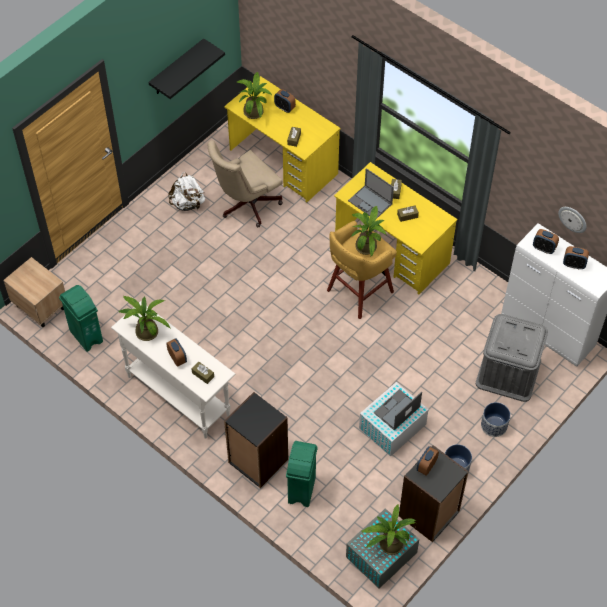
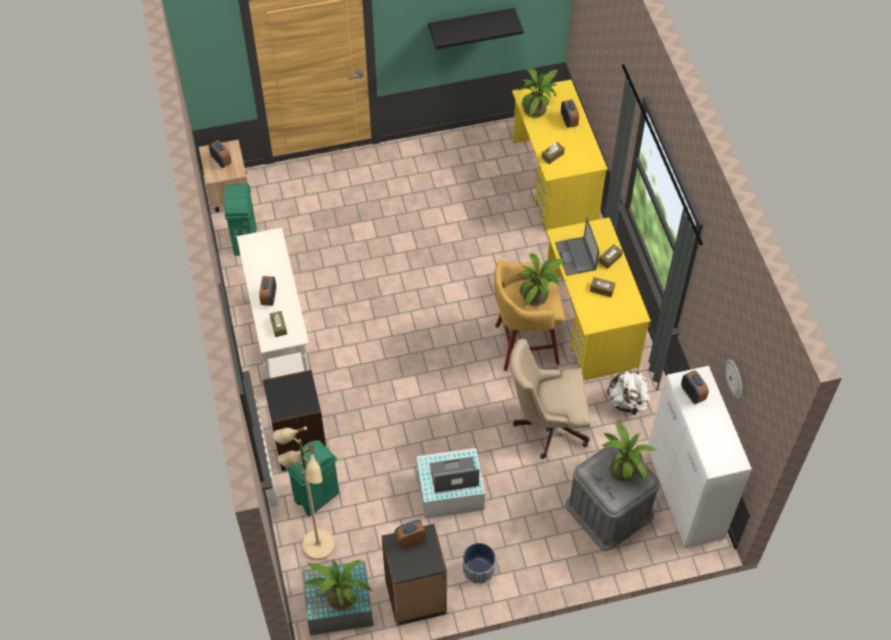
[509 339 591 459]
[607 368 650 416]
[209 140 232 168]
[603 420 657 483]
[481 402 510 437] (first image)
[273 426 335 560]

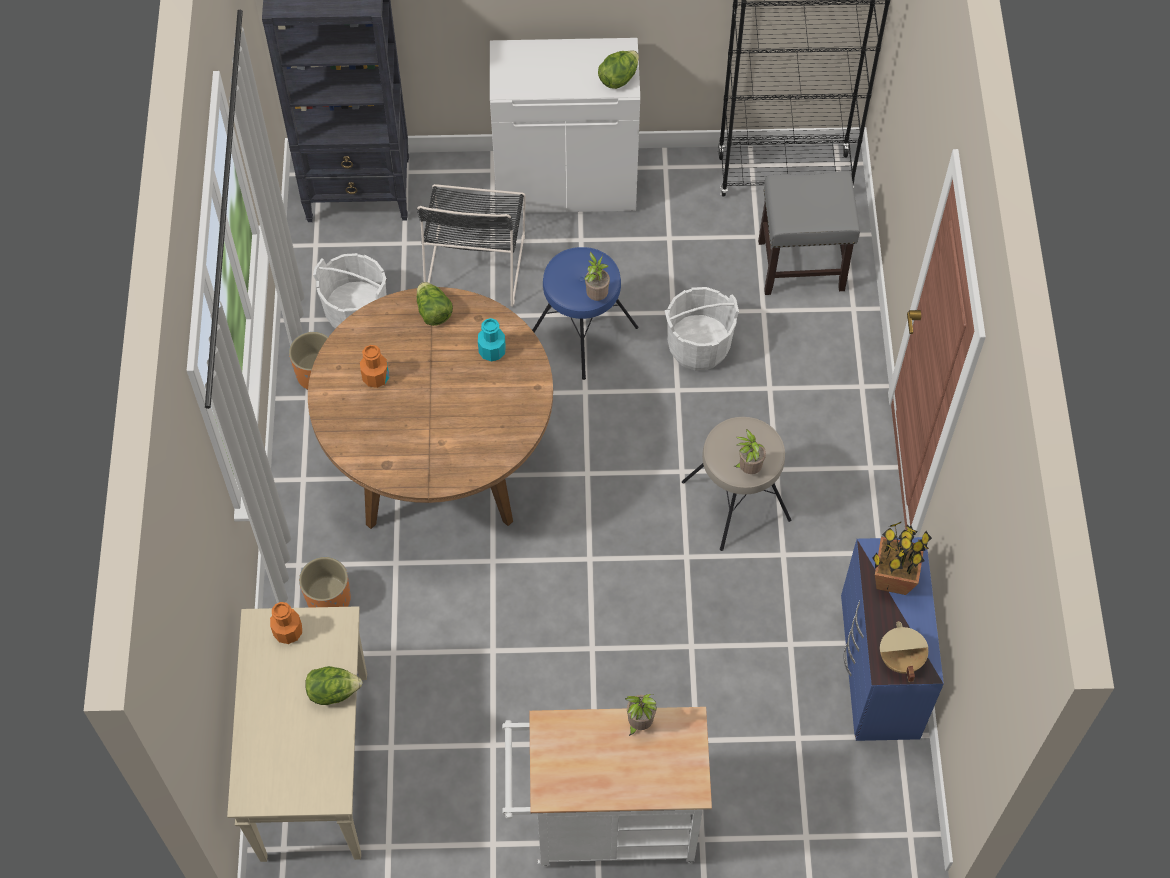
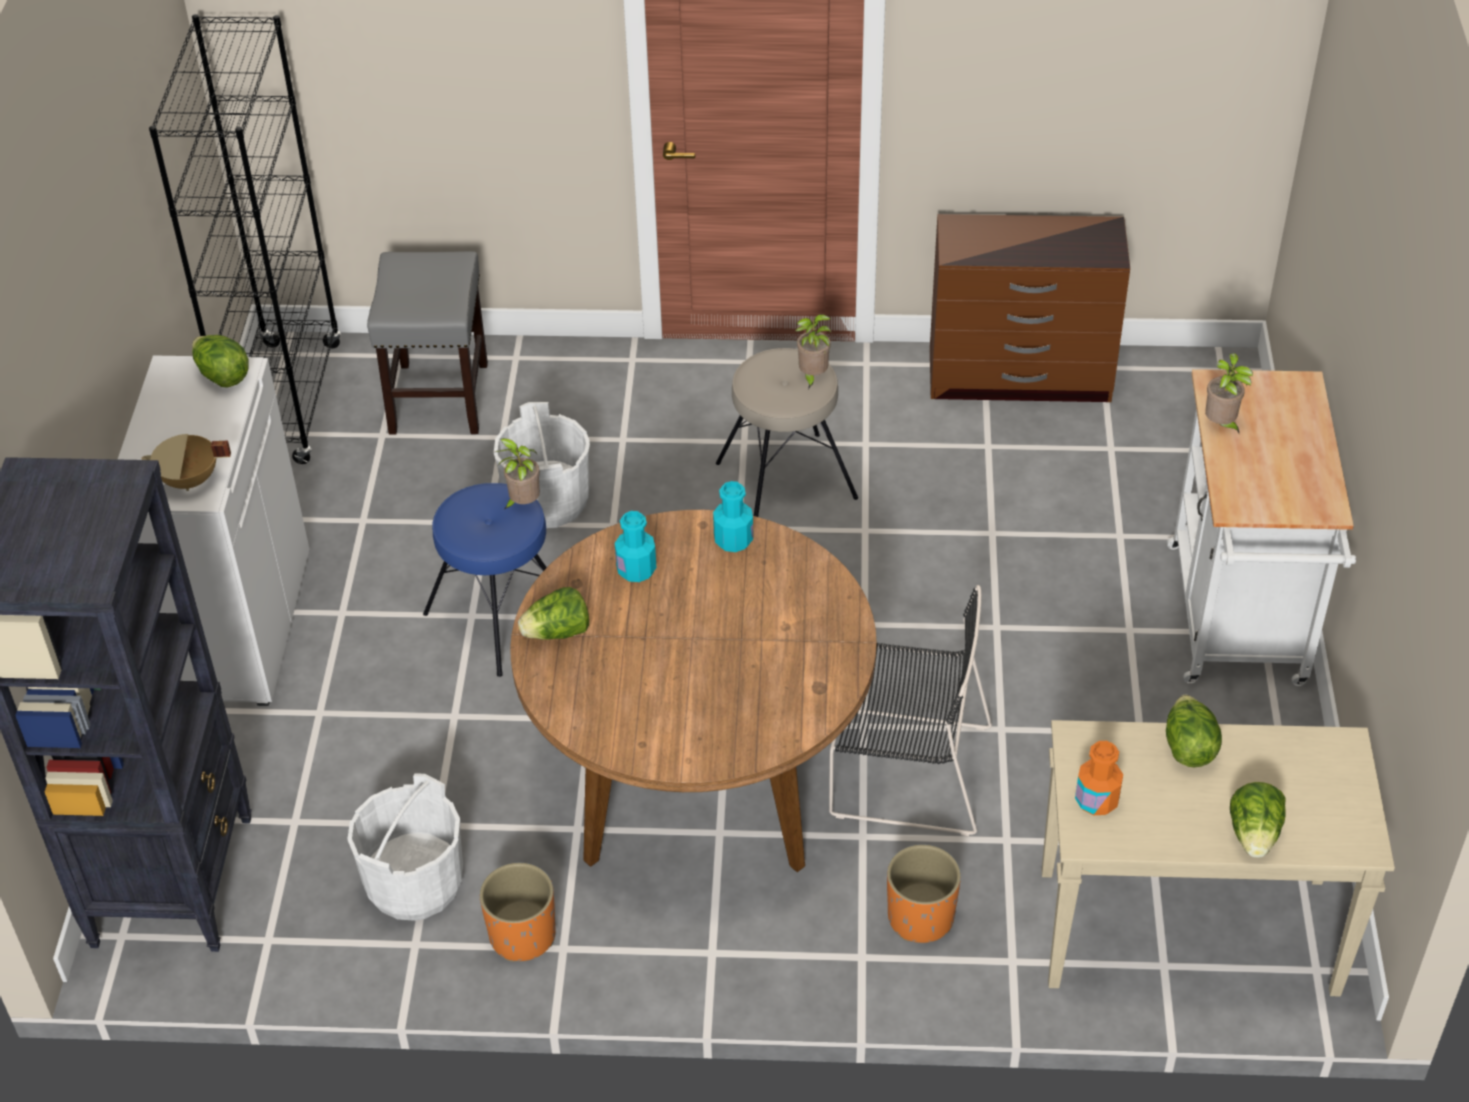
[829 585 992 836]
[360 345 389 388] (first image)
[872 522 932 595] (first image)
[930 214 1130 402]
[141 434 231 491]
[713 481 753 552]
[1230 782 1286 858]

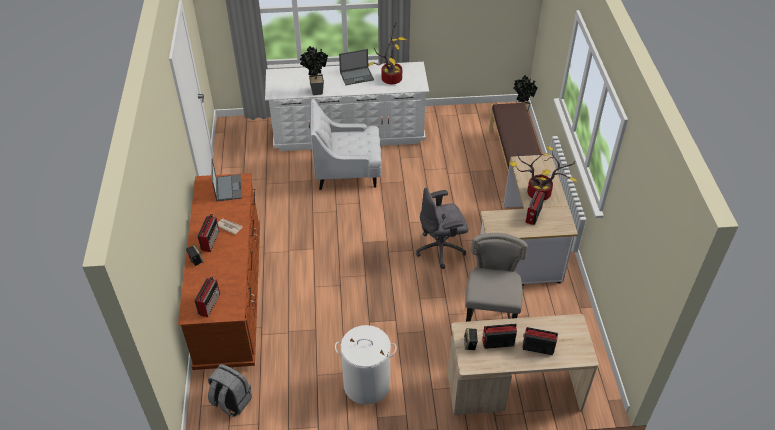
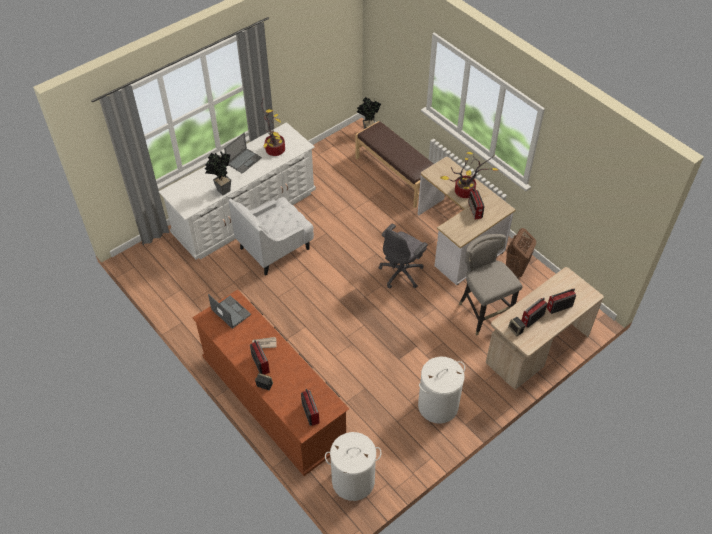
[325 432 382 501]
[506 228 536 278]

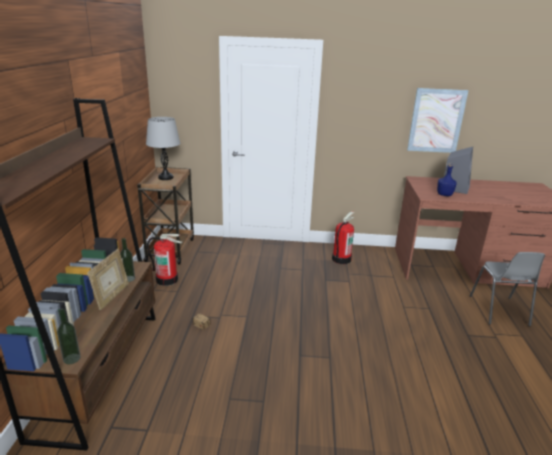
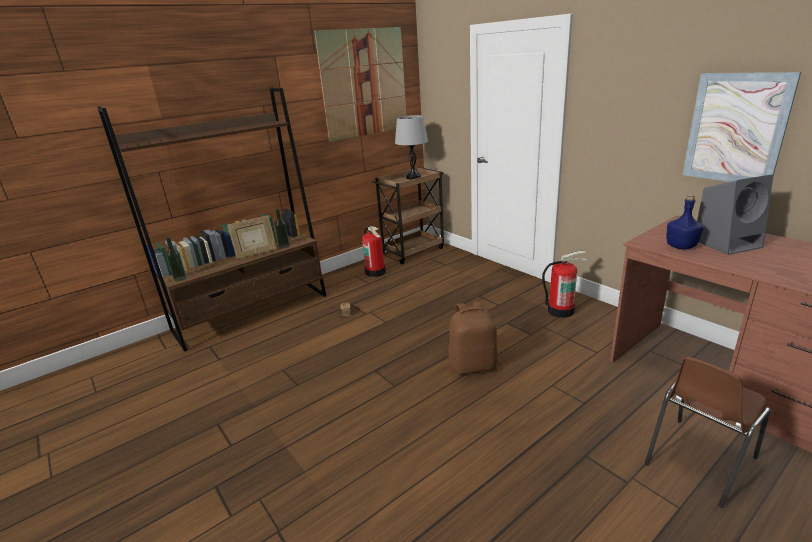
[645 357 771 508]
[314 27 406 142]
[448 301 498 375]

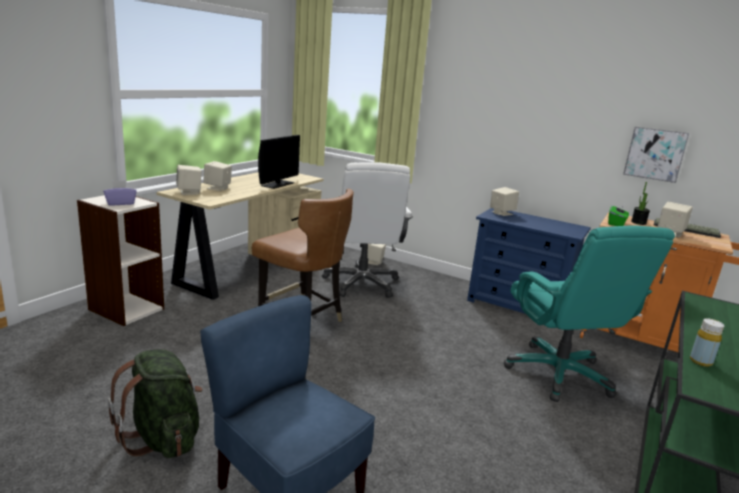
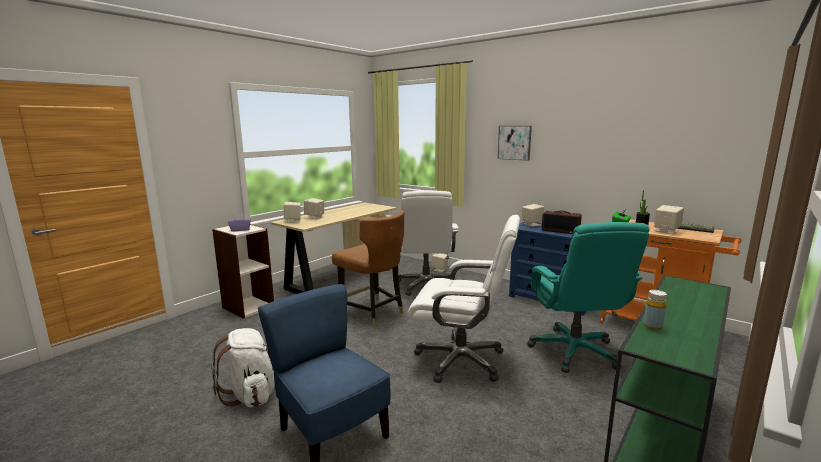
[498 126 532 161]
[258 135 300 189] (first image)
[211 328 275 407]
[542 211 582 234]
[407 215 520 383]

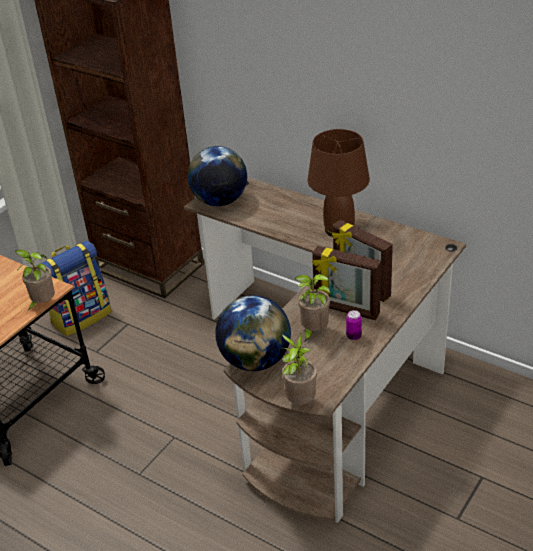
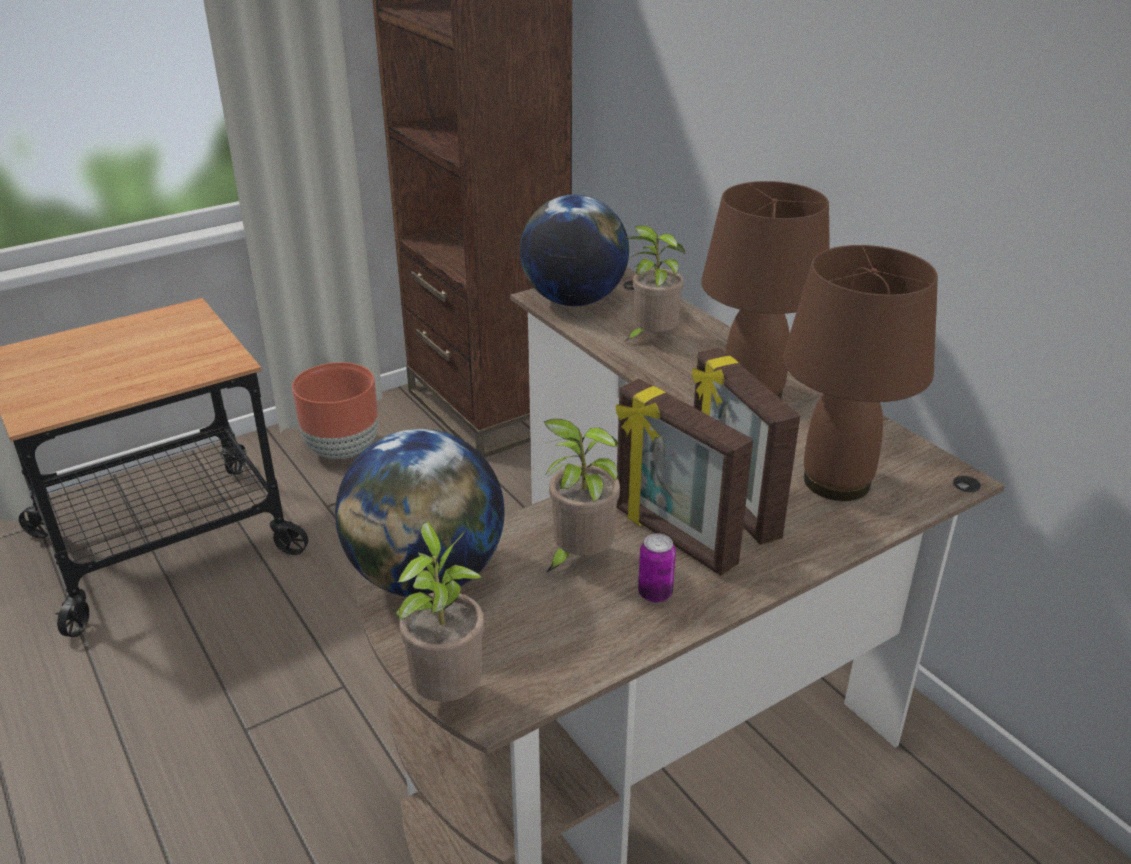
[292 362 378 459]
[625 225 685 341]
[783 245 938 501]

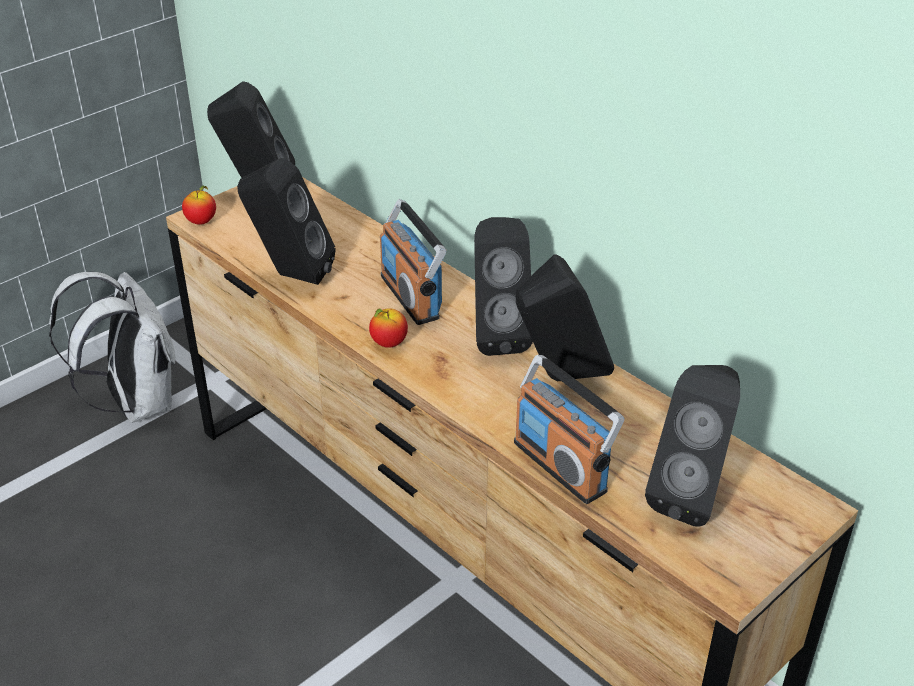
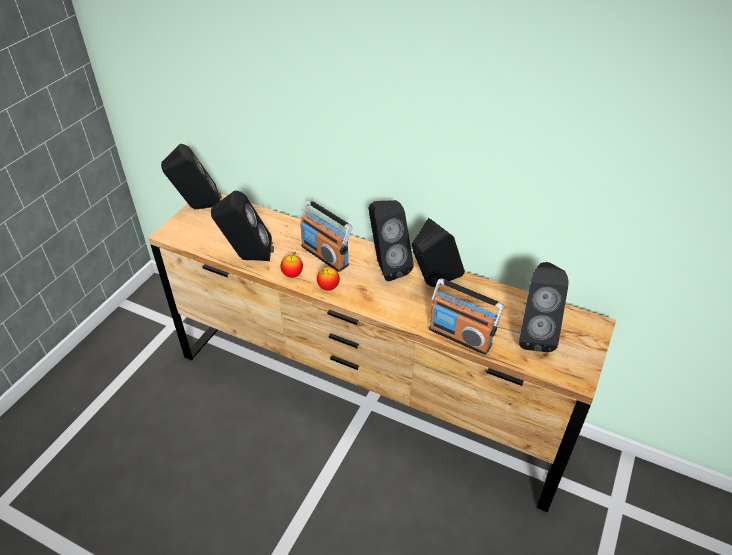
[280 252 303 278]
[49 272 175 423] (first image)

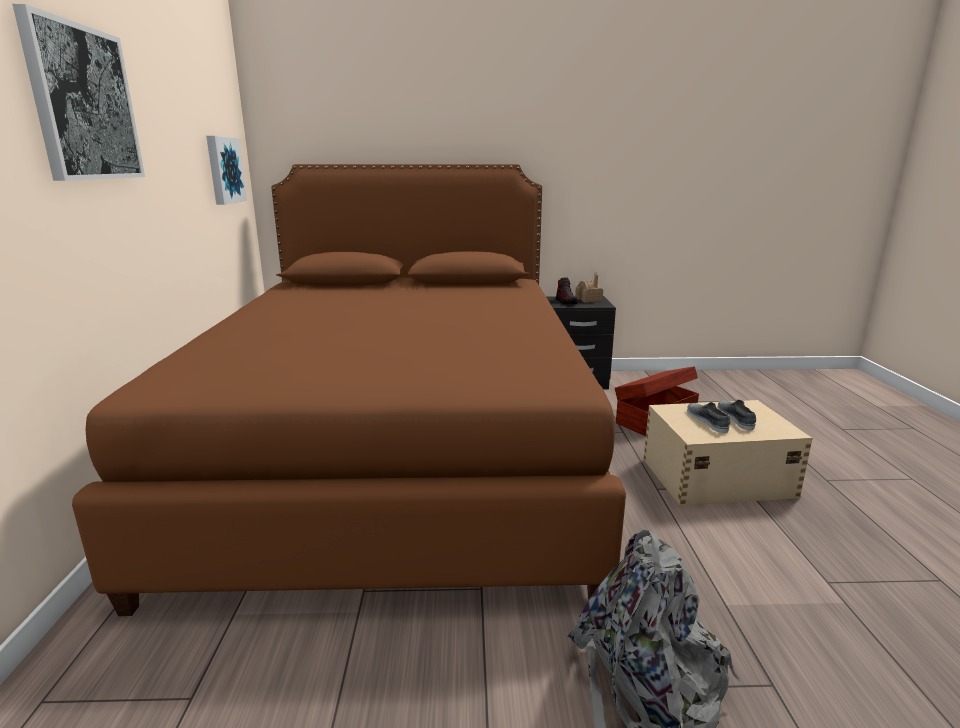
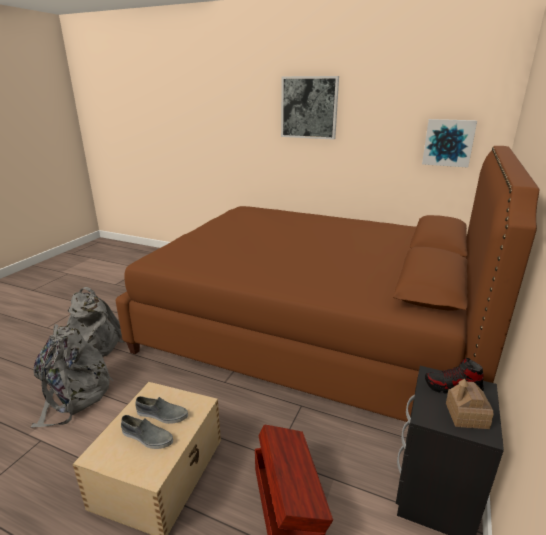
[31 324 113 428]

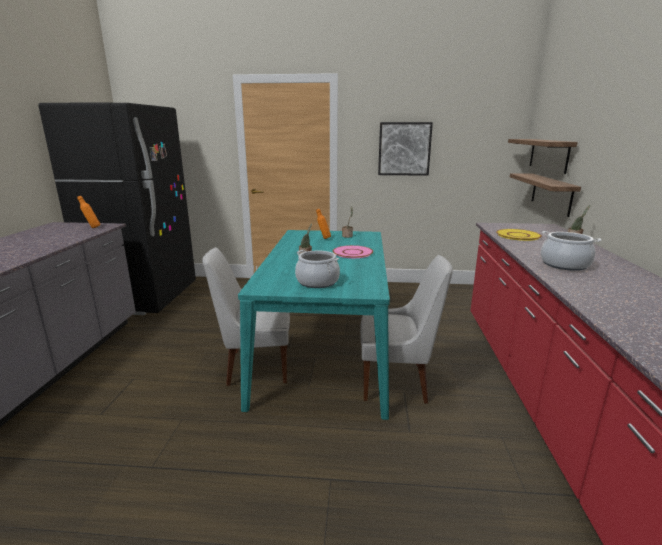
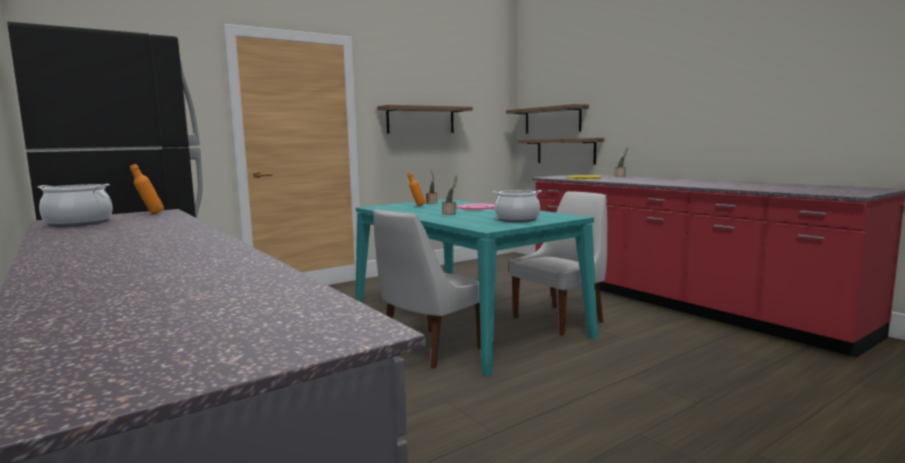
[377 105 473 133]
[38 184 113 227]

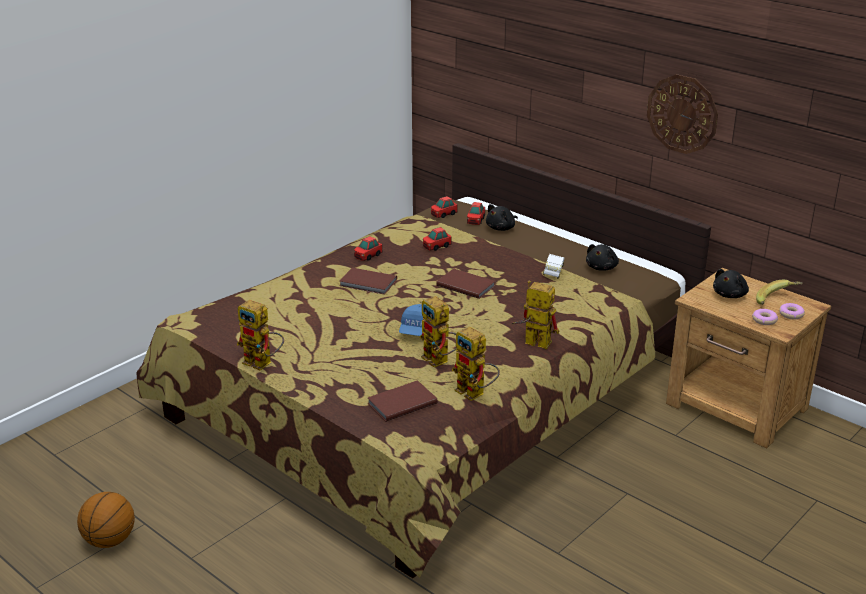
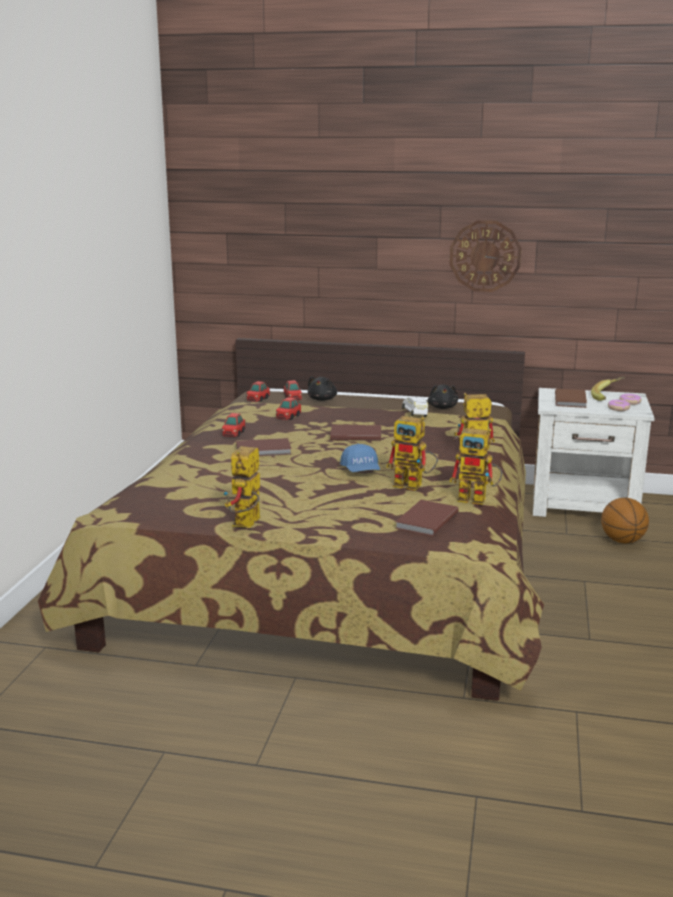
[533 388 655 517]
[555 389 587 408]
[224 446 260 528]
[601 498 649 543]

